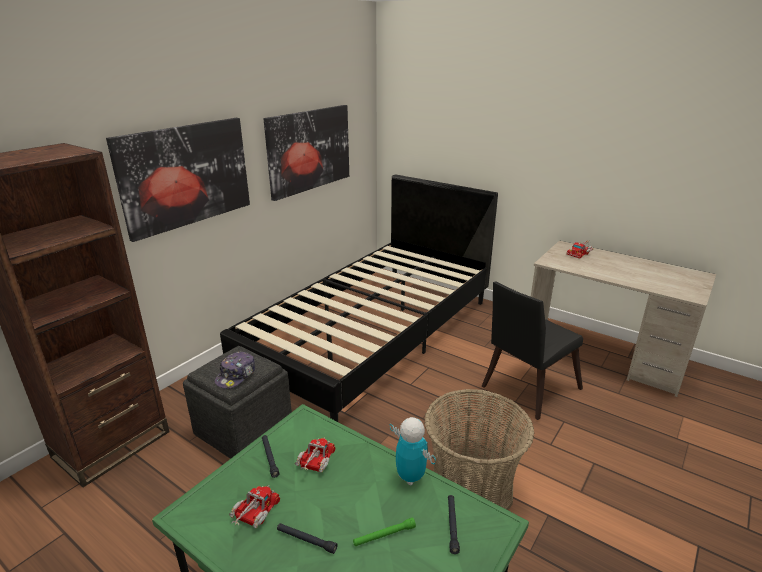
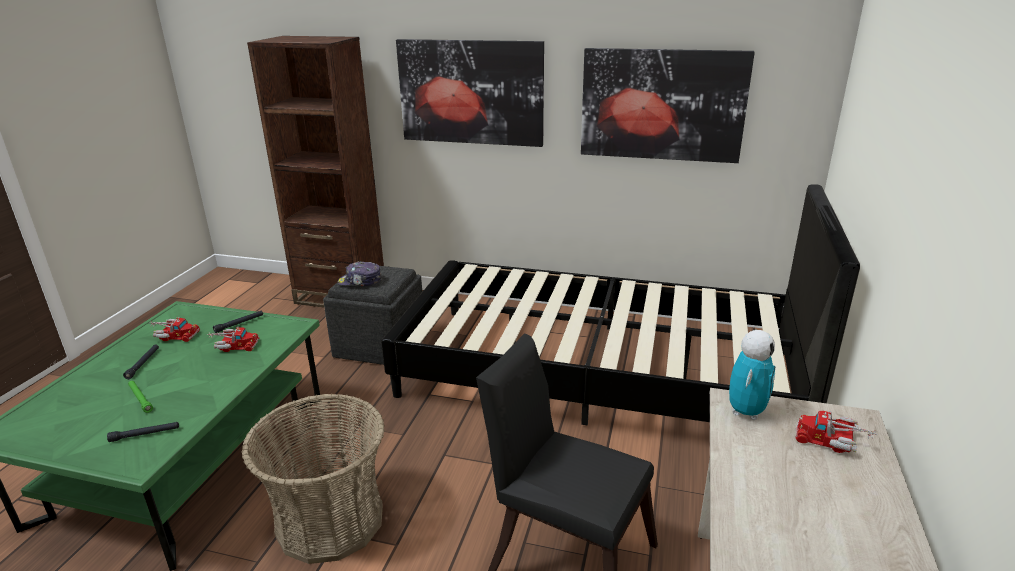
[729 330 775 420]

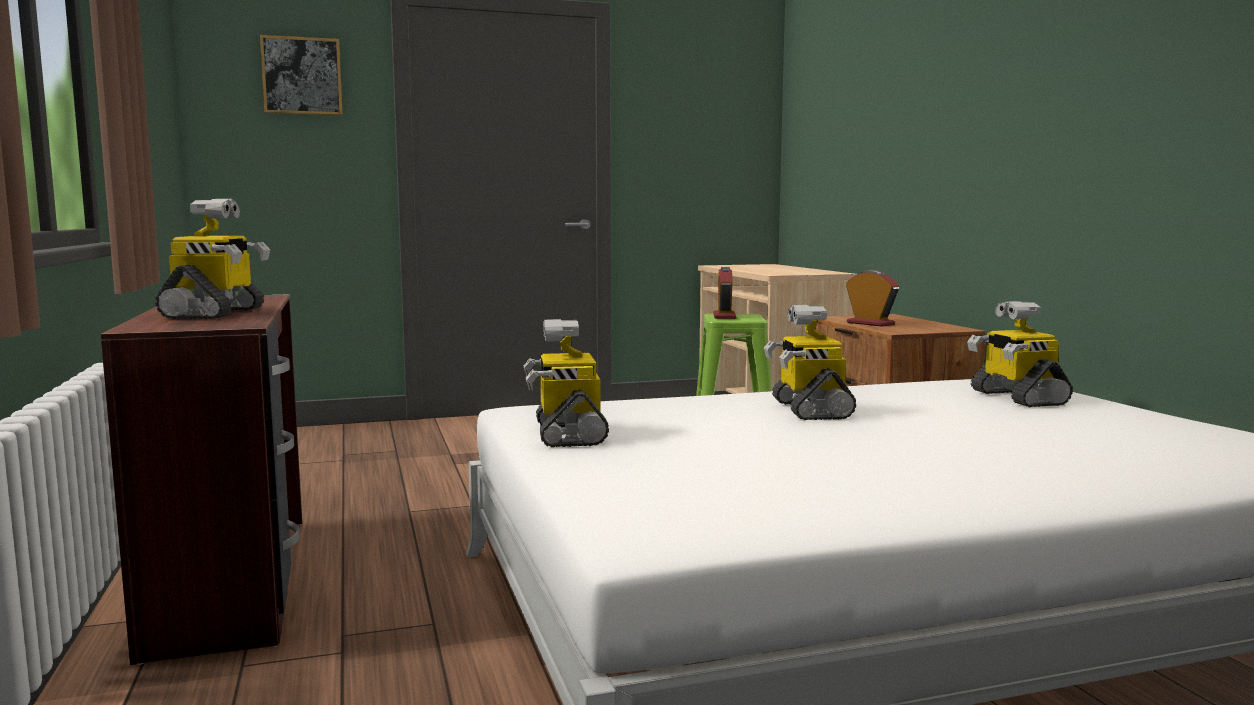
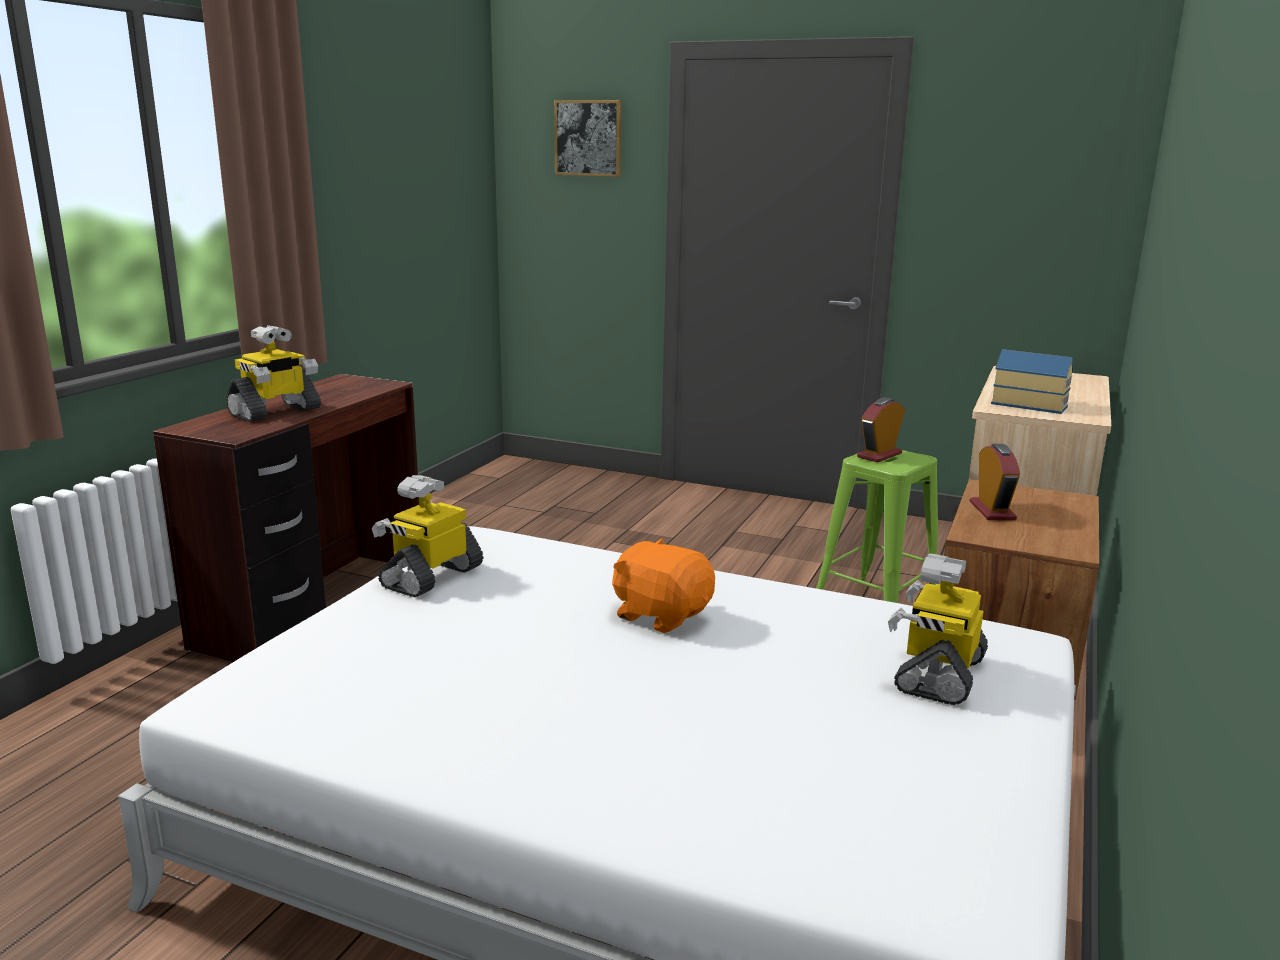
[612 539 715 633]
[991 349 1073 414]

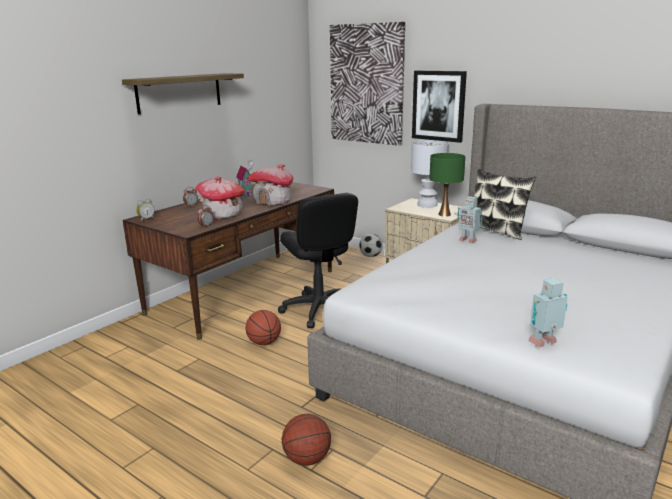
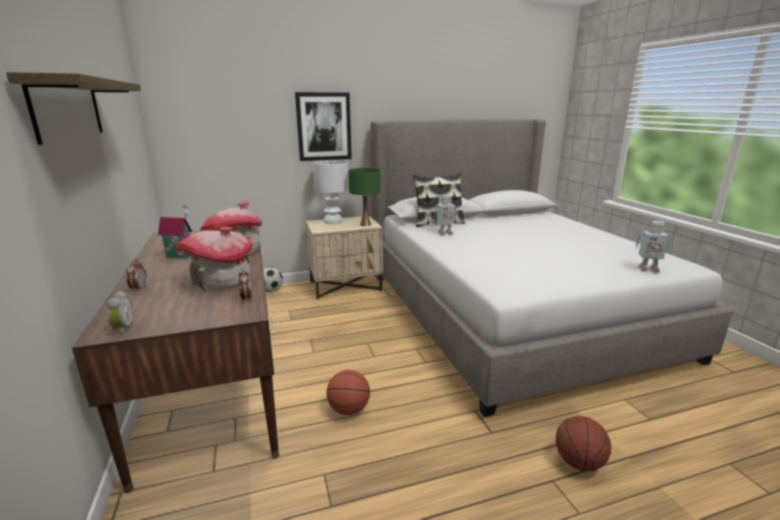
[330 22 405 146] (first image)
[278 193 358 328] (first image)
[636 221 671 272]

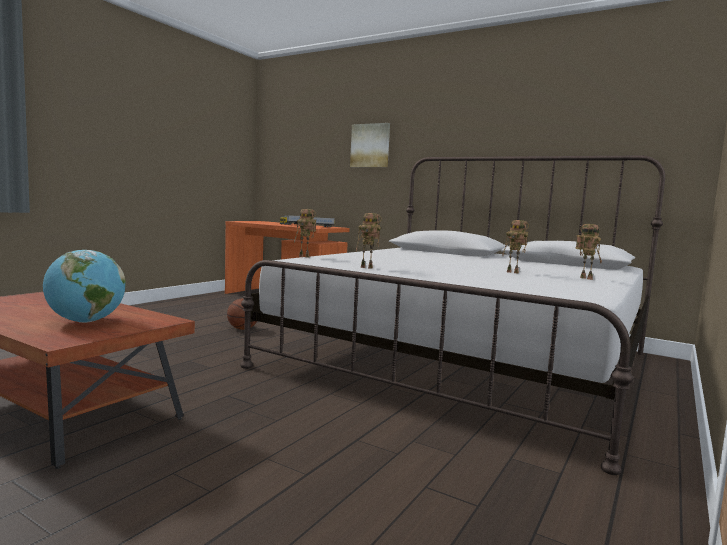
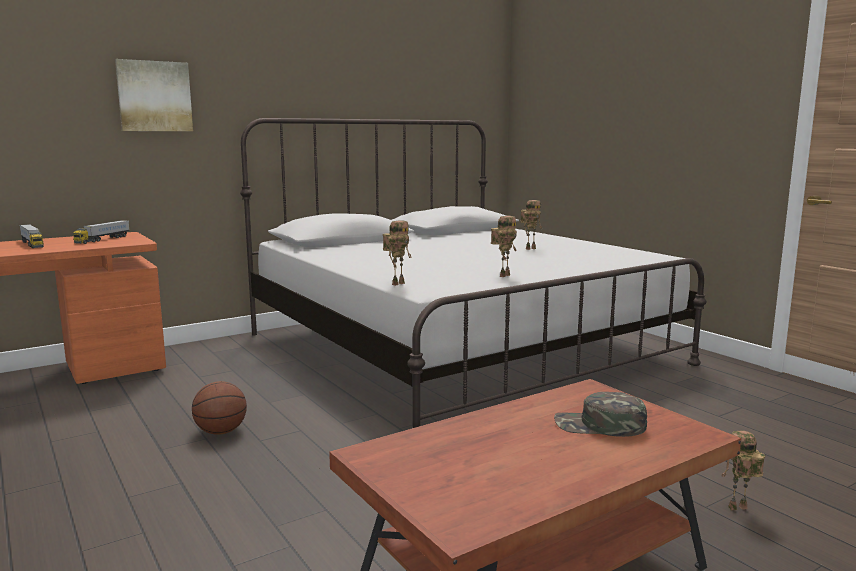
[721 431 765 510]
[554 392 647 437]

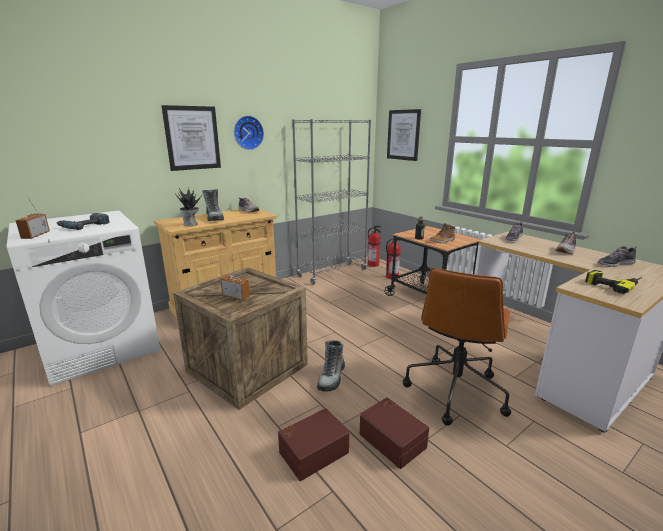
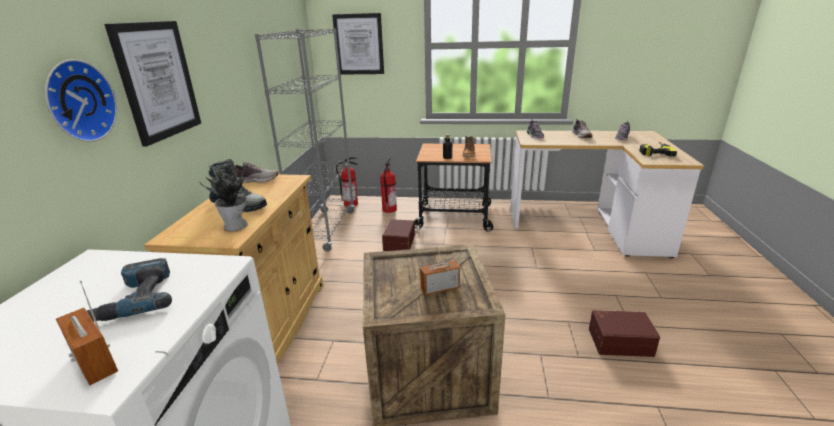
[45 59 117 142]
[403 268 511 426] (first image)
[317 340 345 392] (first image)
[382 219 415 251]

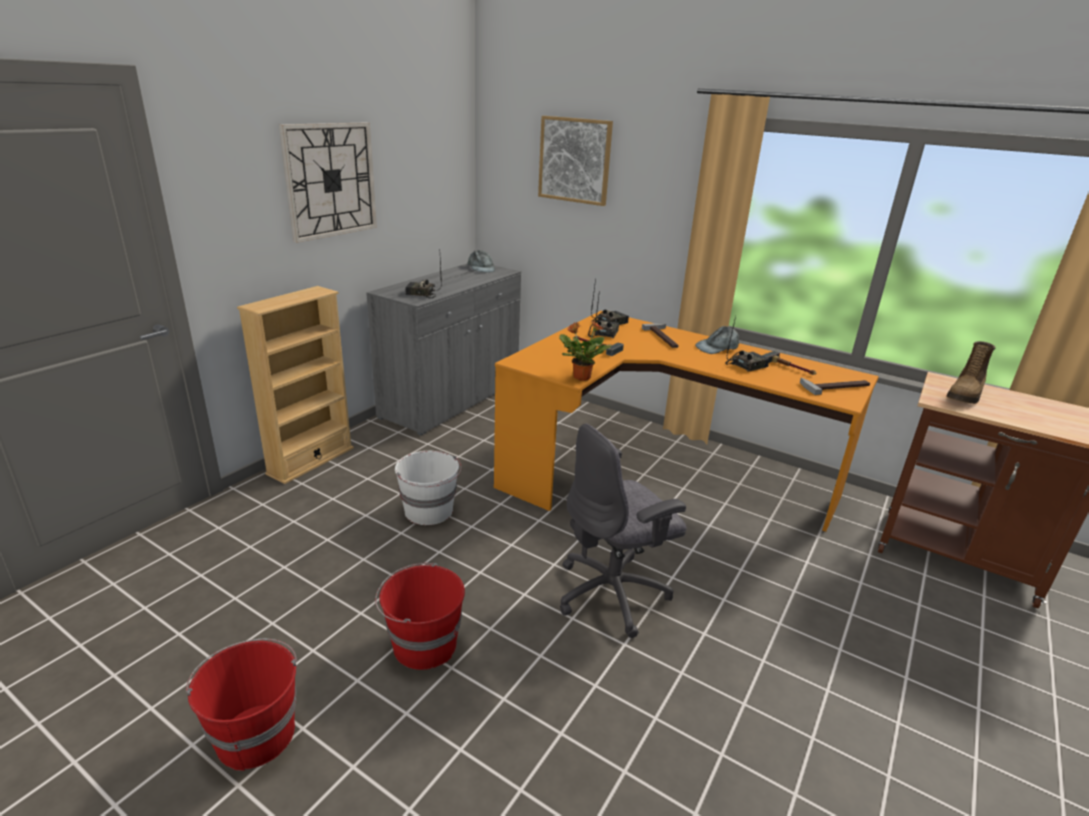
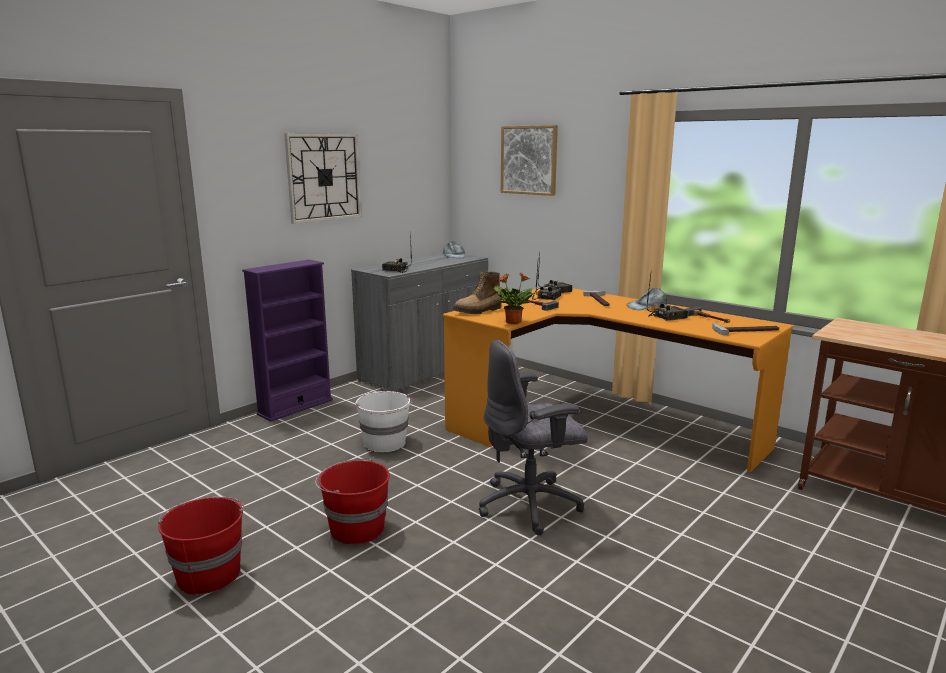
[242 260 333 422]
[453 271 501 314]

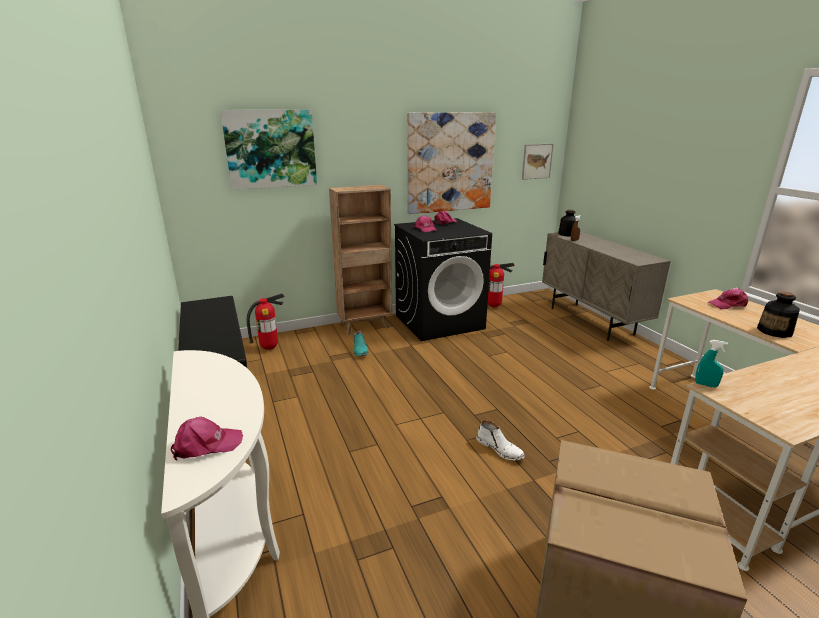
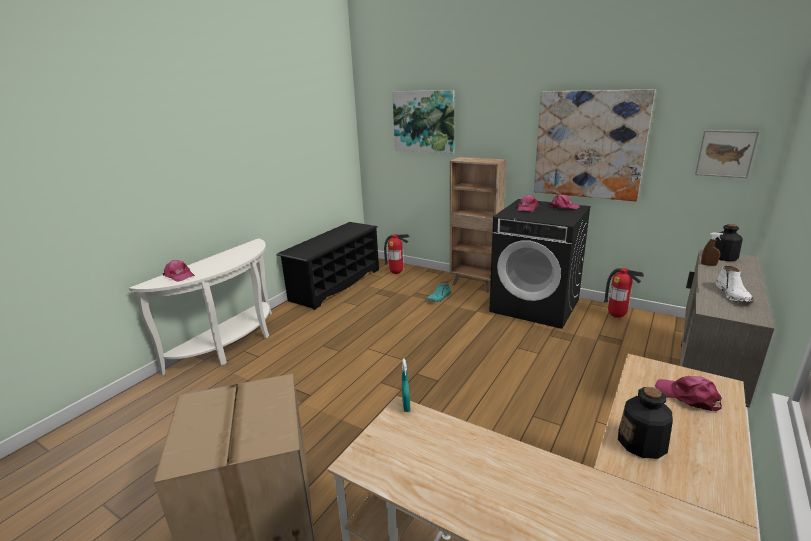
[716 266 754 303]

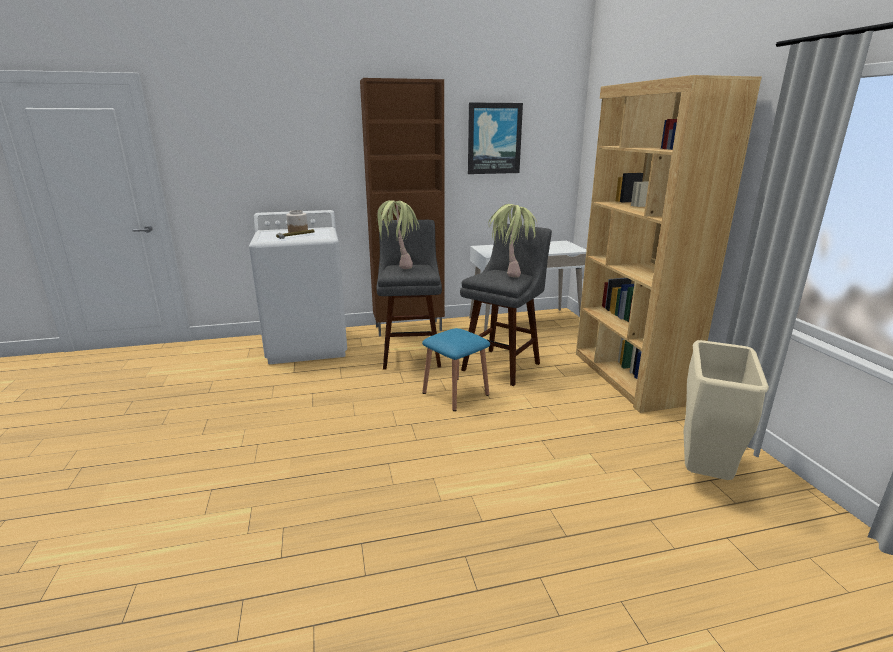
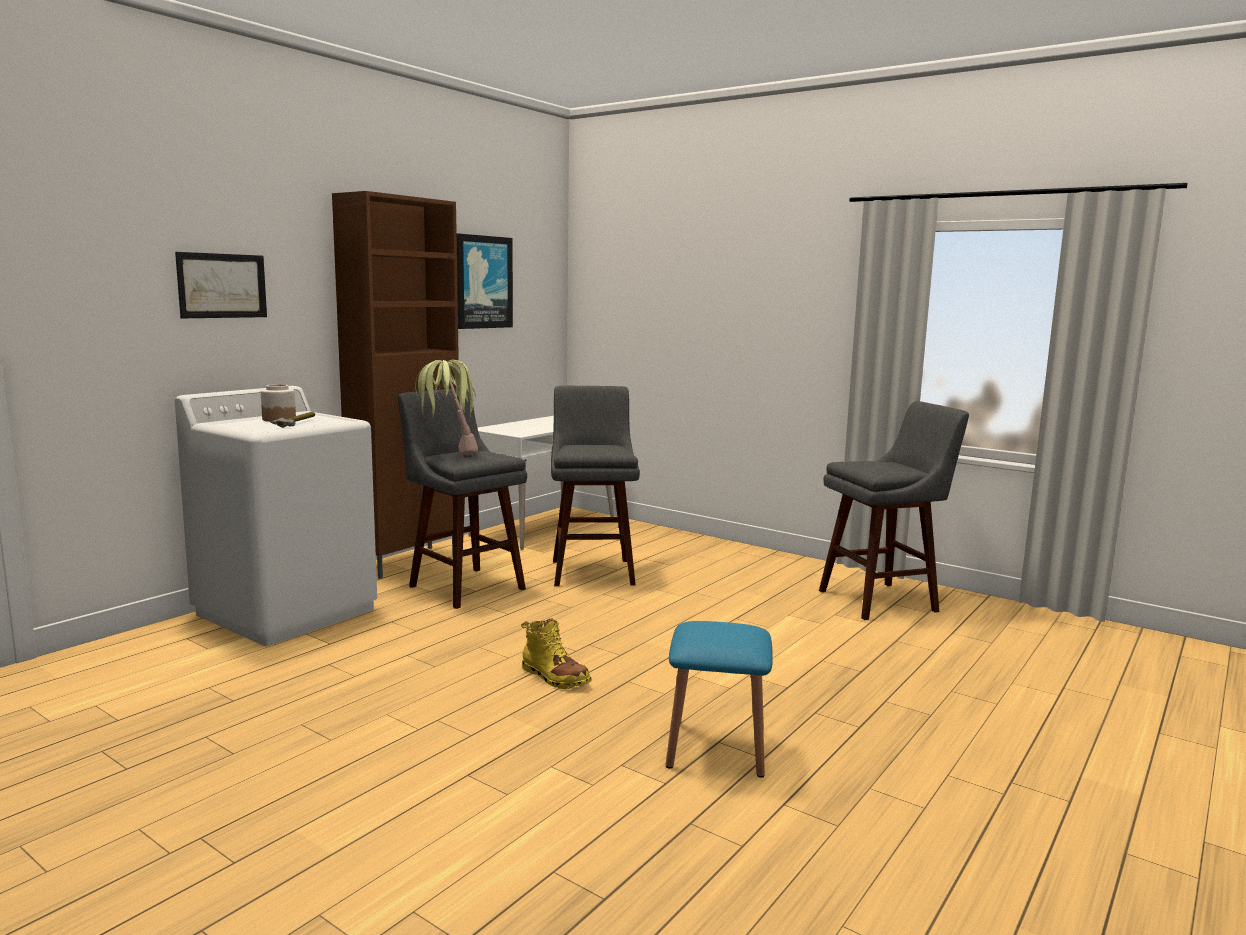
[576 75 762 413] (first image)
[488 204 537 278] (first image)
[666 621 773 778]
[819 401 969 620]
[175 252 267 318]
[521 618 592 689]

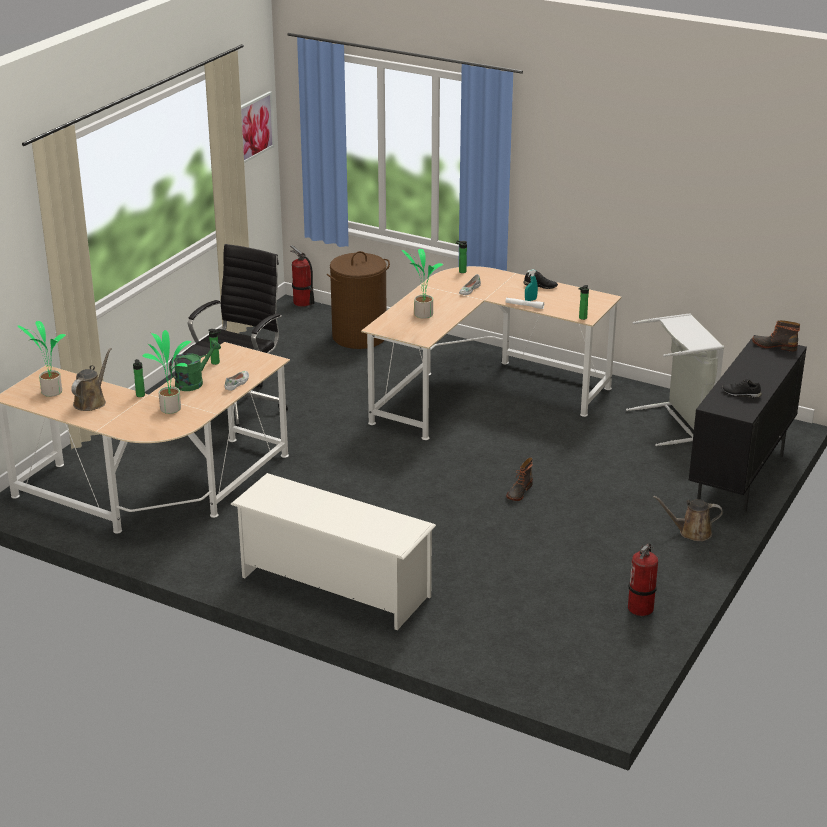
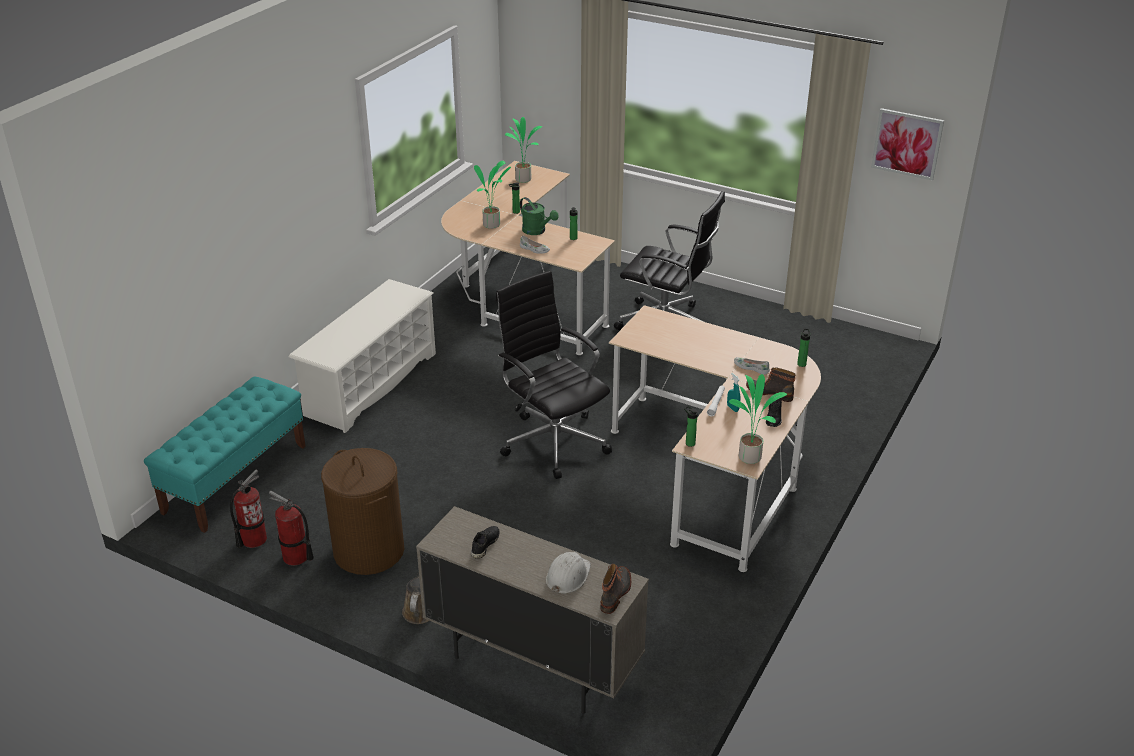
[230 469 267 548]
[729 374 787 464]
[321 448 404 575]
[626 313 724 446] (first image)
[416 506 649 714]
[71 348 112 411] (first image)
[746 367 796 402]
[496 271 612 479]
[144 377 306 533]
[546 552 591 594]

